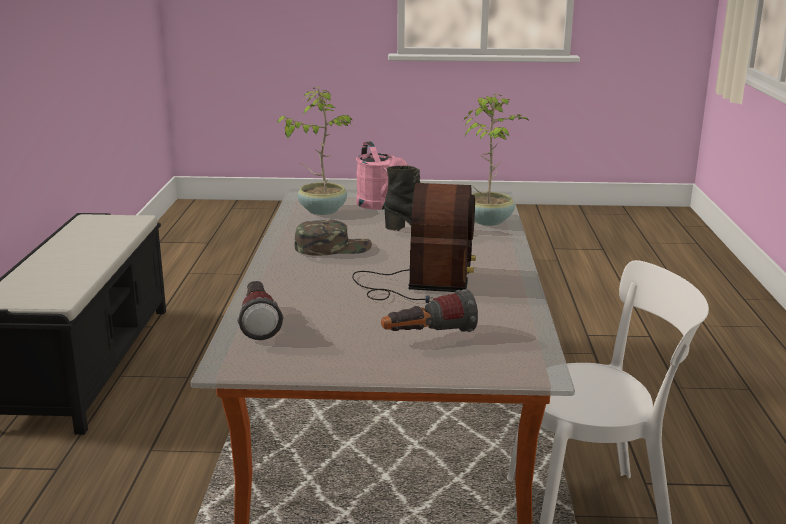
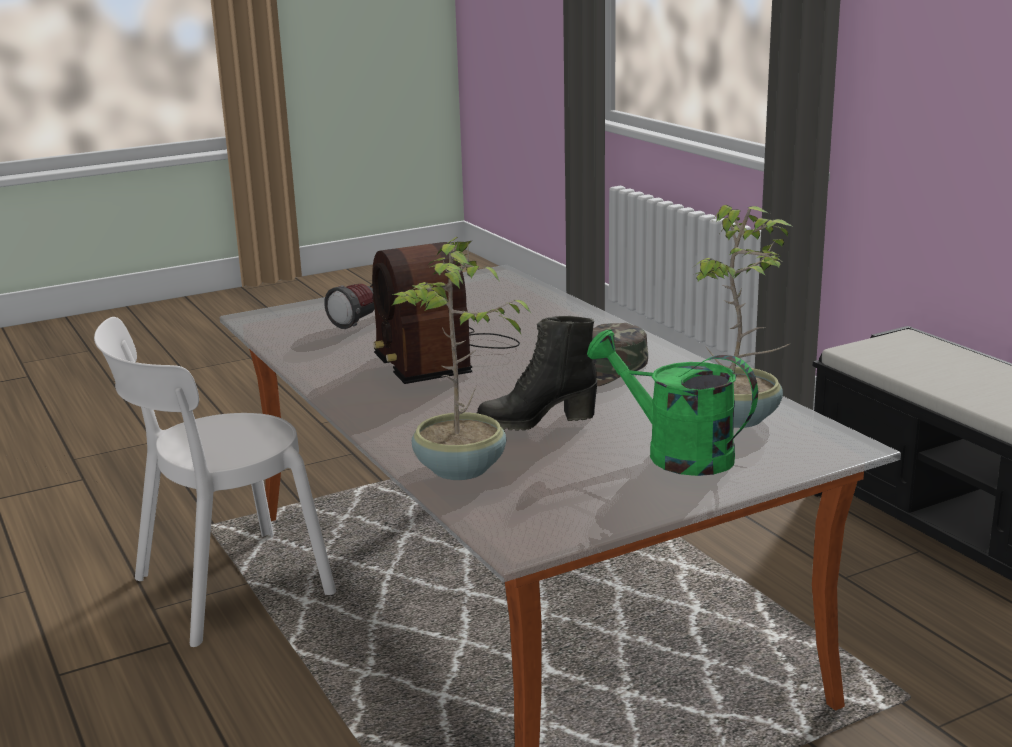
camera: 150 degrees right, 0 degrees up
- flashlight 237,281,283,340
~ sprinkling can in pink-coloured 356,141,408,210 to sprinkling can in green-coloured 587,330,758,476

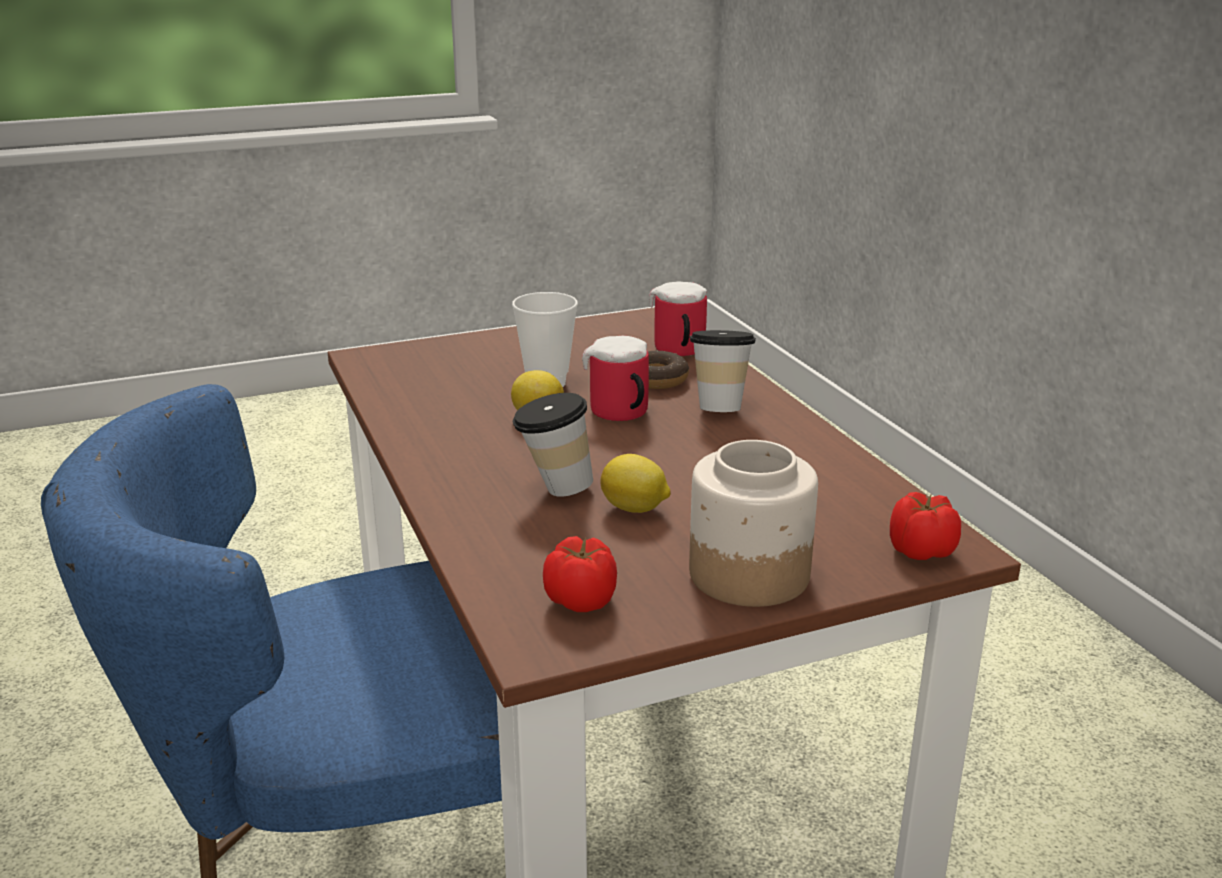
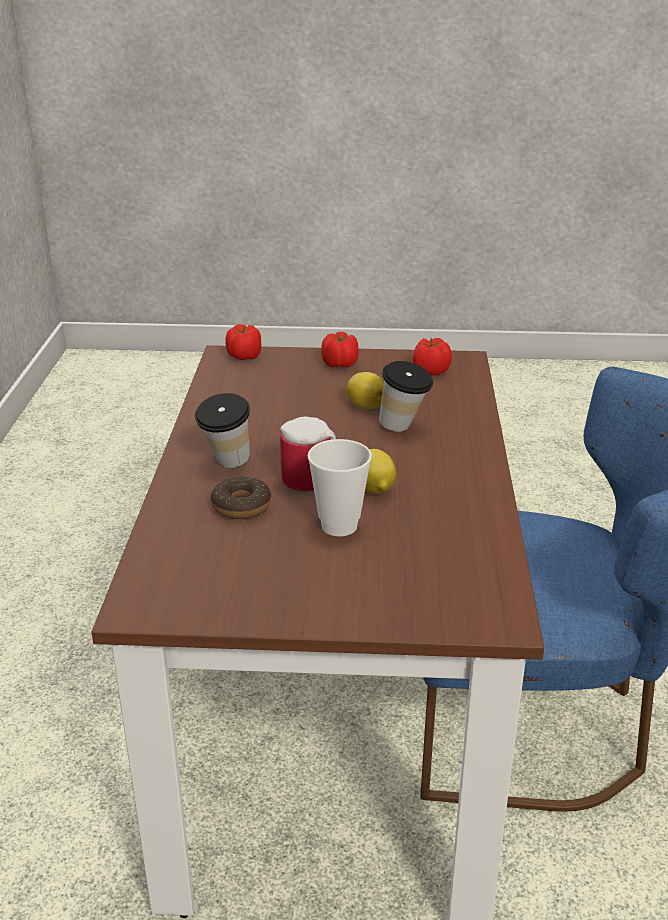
camera: 155 degrees left, 5 degrees up
- tea mug 649,282,707,356
~ storage jar 689,440,818,607 to fresh tomato 321,332,359,368

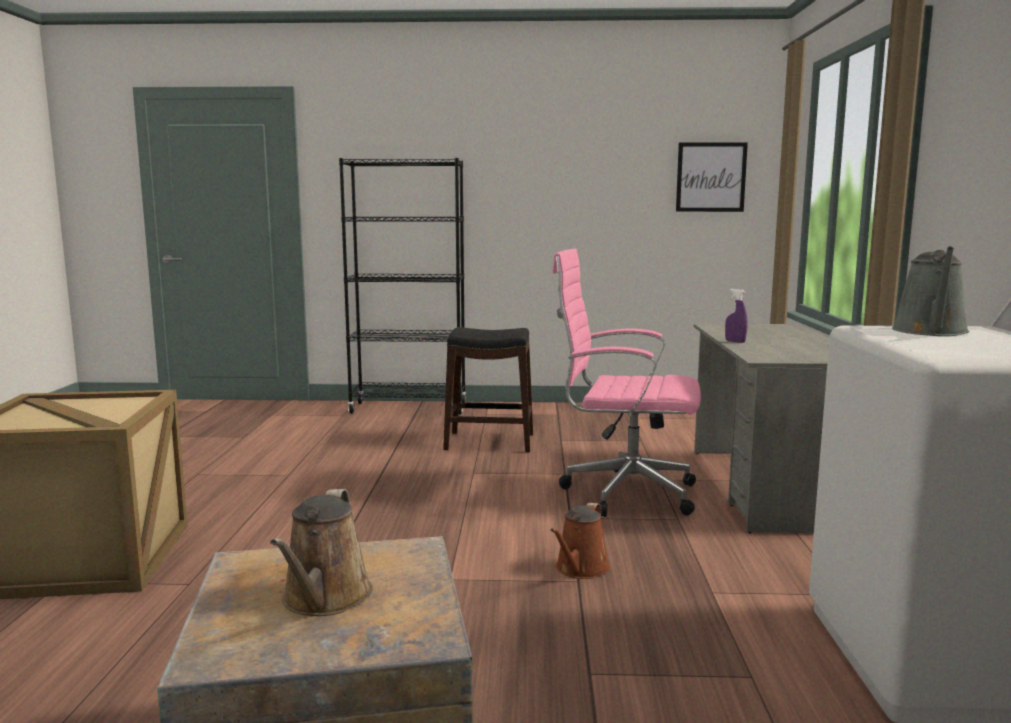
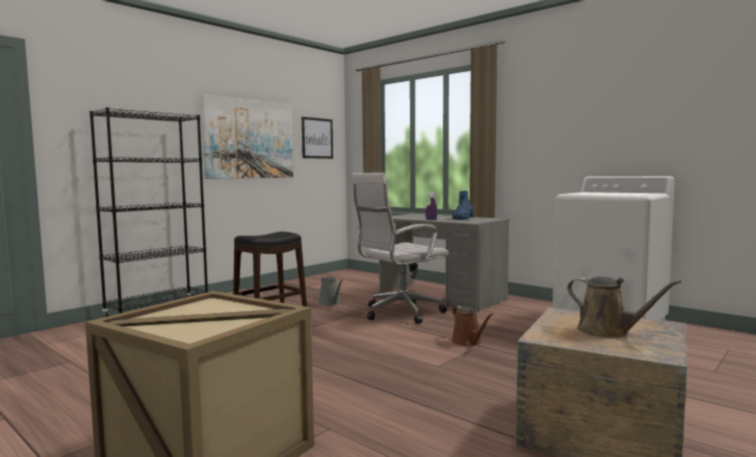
camera: 50 degrees left, 5 degrees down
+ wall picture 201,95,293,179
+ high-top boot in bluish 452,191,474,220
~ sprinkling can in greyish 892,246,970,336 to 318,277,343,306
~ office chair in pink-coloured 552,248,701,517 to office chair in white 351,173,449,324

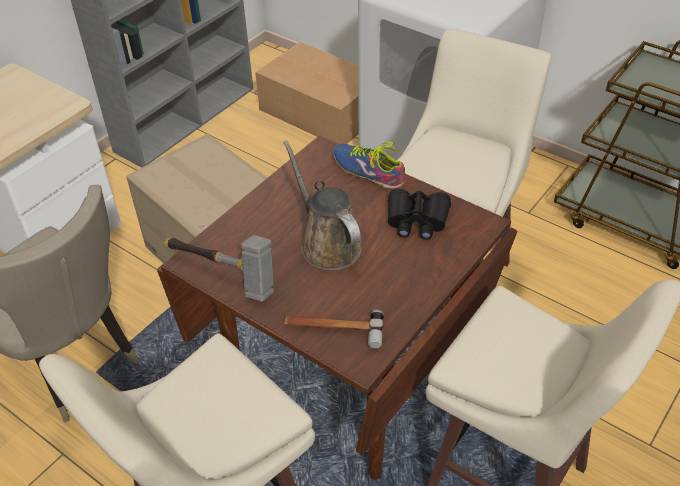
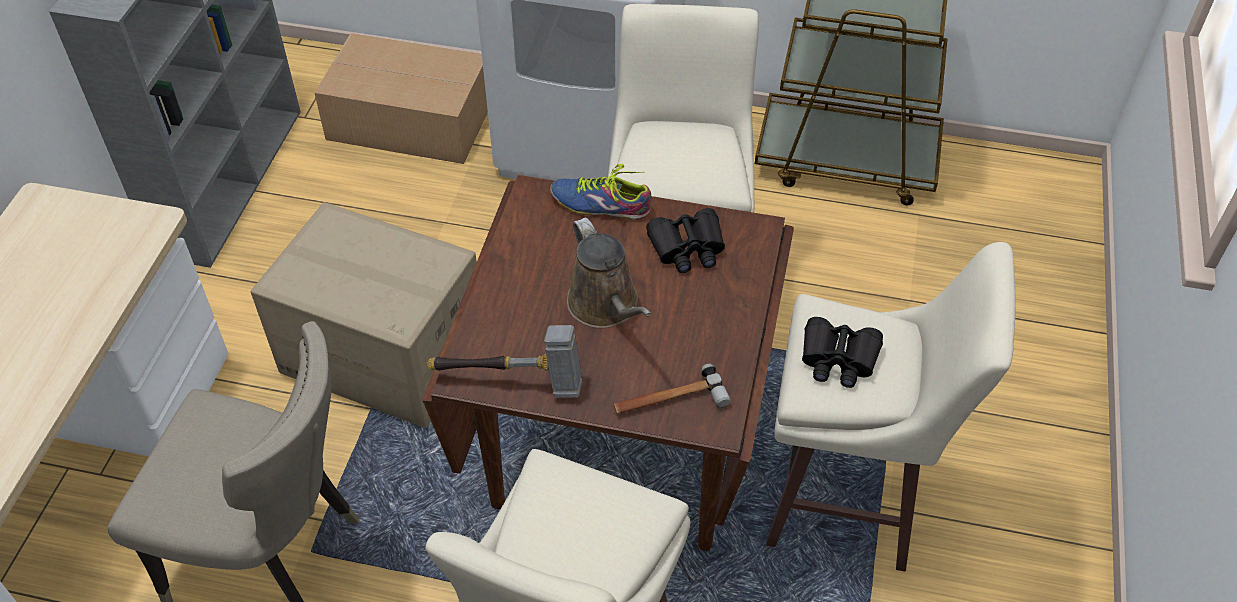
camera: 25 degrees left, 5 degrees up
+ pair of binoculars in blackish 802,317,883,388
~ sprinkling can in brownish 283,140,362,270 = 567,217,651,328 150 degrees counterclockwise

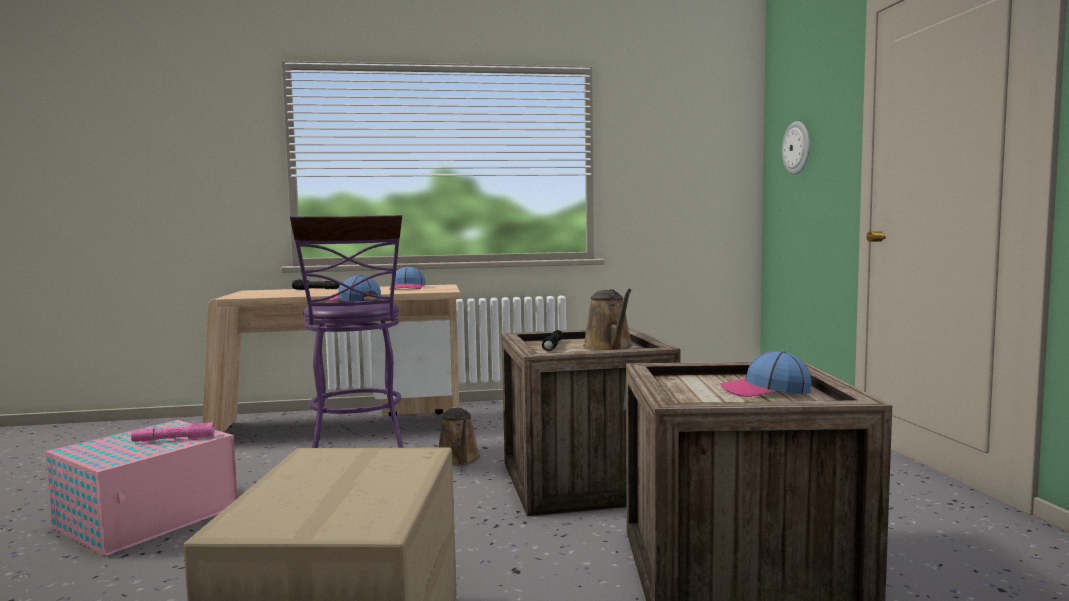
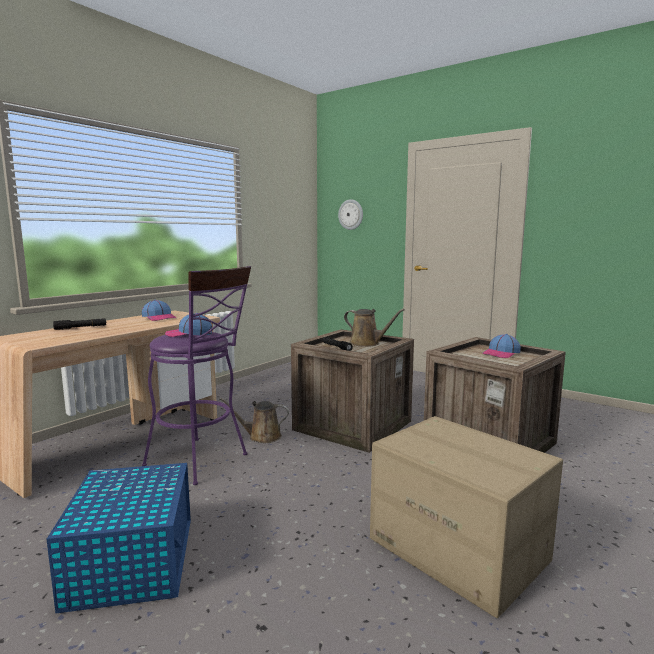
camera: 45 degrees left, 5 degrees up
- flashlight in pink-coloured 131,423,215,442
~ storage container in pink-coloured 45,420,237,556 to storage container in bluish 47,463,191,613
~ sprinkling can in brownish 439,407,480,466 = 219,398,289,443 150 degrees clockwise

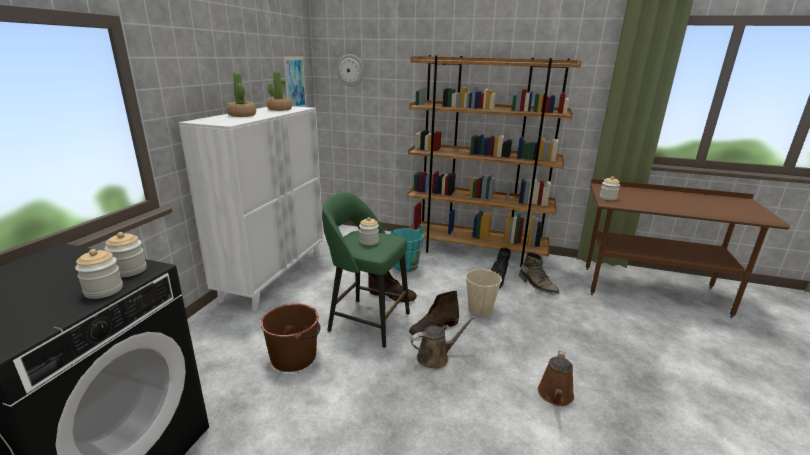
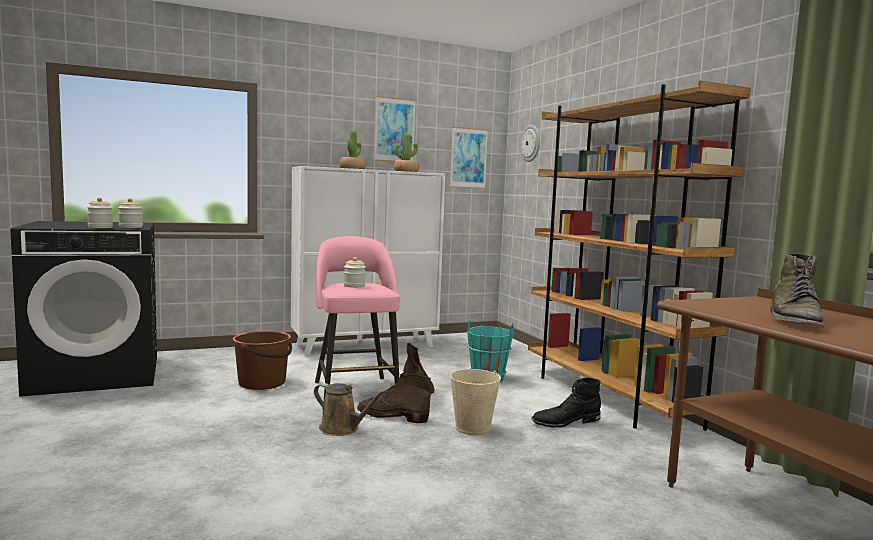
camera: 50 degrees right, 15 degrees down
- sprinkling can in brownish 538,350,574,406
- storage jar 600,176,620,200
+ wall picture 374,96,416,162
~ high-top boot in green-coloured 519,252,559,294 to 770,253,824,328
~ sitting stool in green-coloured 322,193,410,348 to sitting stool in pink-coloured 315,236,400,401

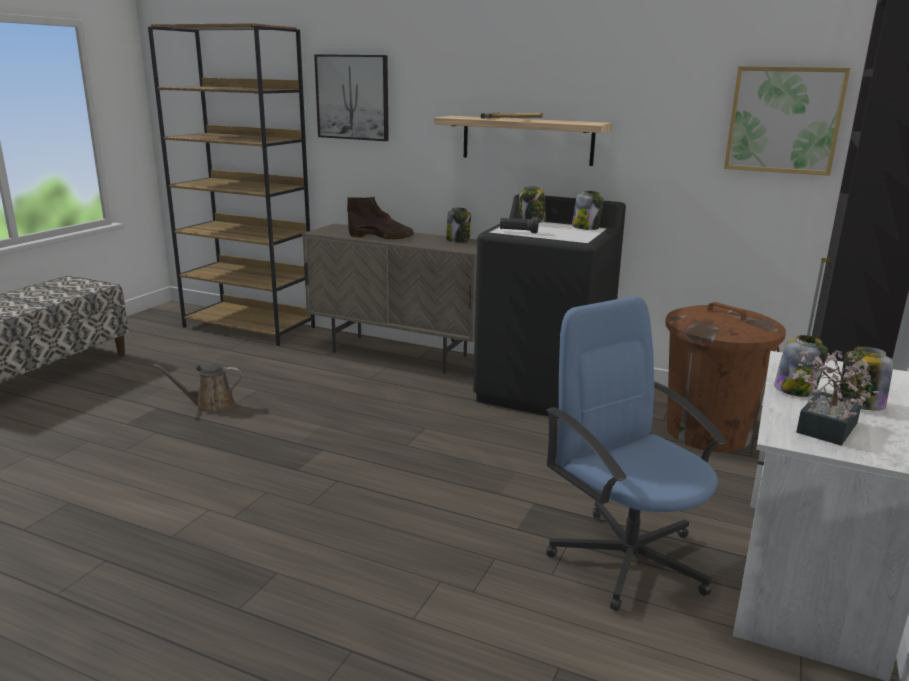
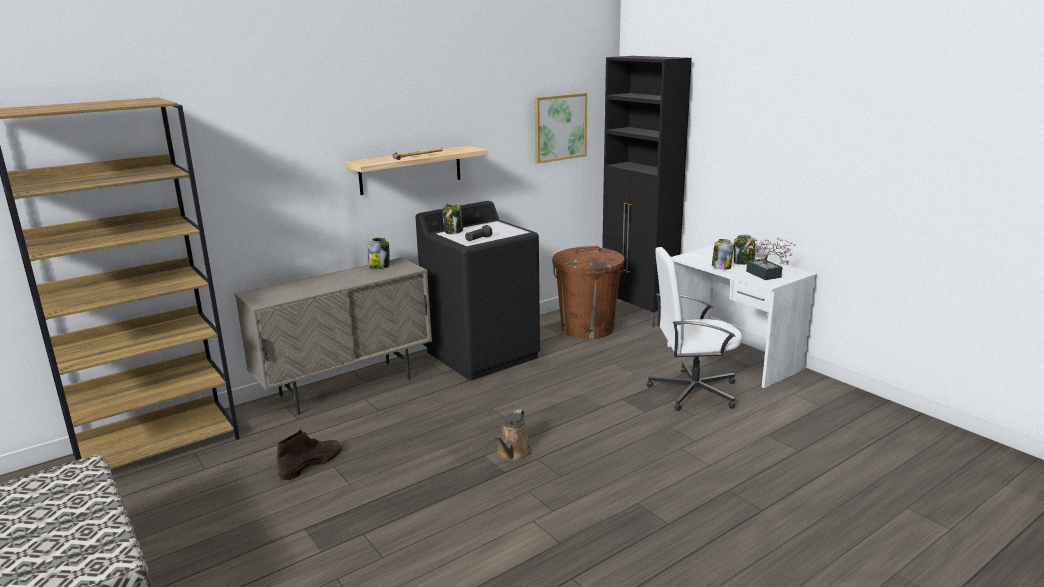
camera: 60 degrees left, 0 degrees up
- wall picture 314,54,389,141
- storage jar 572,191,603,230
~ sprinkling can in brownish 154,364,242,413 to 495,409,532,461
~ high-top boot in brownish 347,197,414,240 to 277,429,342,480
~ office chair in bluish 546,296,727,611 to office chair in white 647,247,742,411

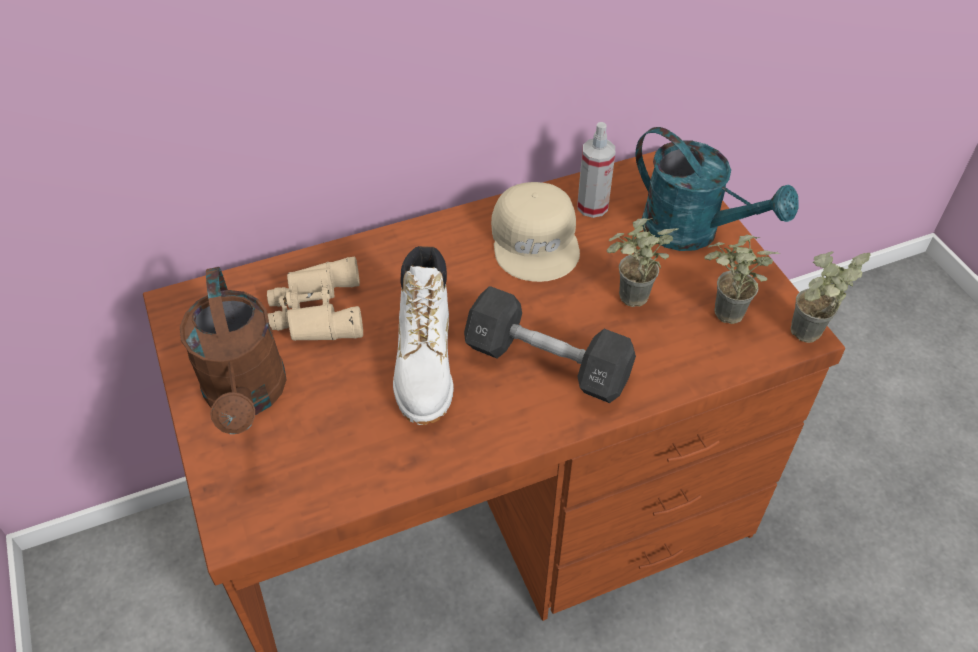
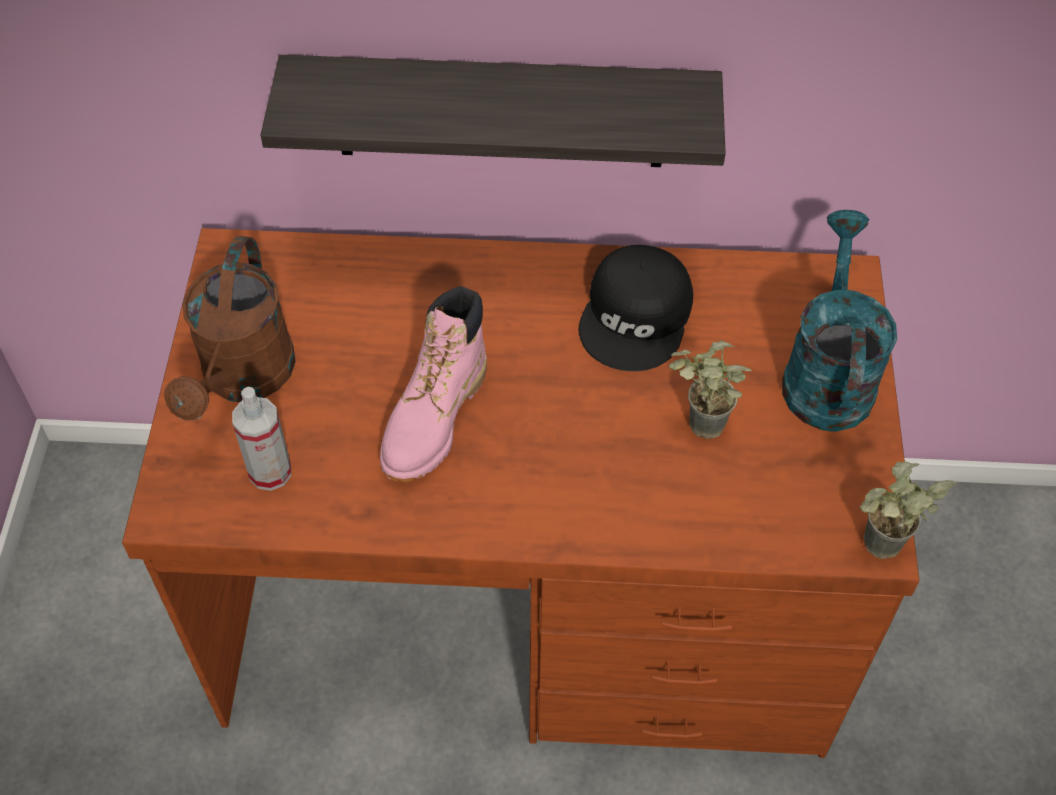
camera: 25 degrees right, 5 degrees up
- pair of binoculars in beige 267,257,363,341
- free weight in blackish 464,286,636,403
- potted plant 704,235,780,324
+ wall shelf 261,55,726,167
~ spray bottle 577,122,615,218 to 232,387,292,491
~ high-top boot in white 393,246,454,425 to high-top boot in pink-coloured 380,286,487,482
~ peaked cap in beige 491,182,580,282 to peaked cap in blackish 579,245,693,371
~ sprinkling can in turquoise 636,127,799,251 = 782,210,897,431 150 degrees counterclockwise

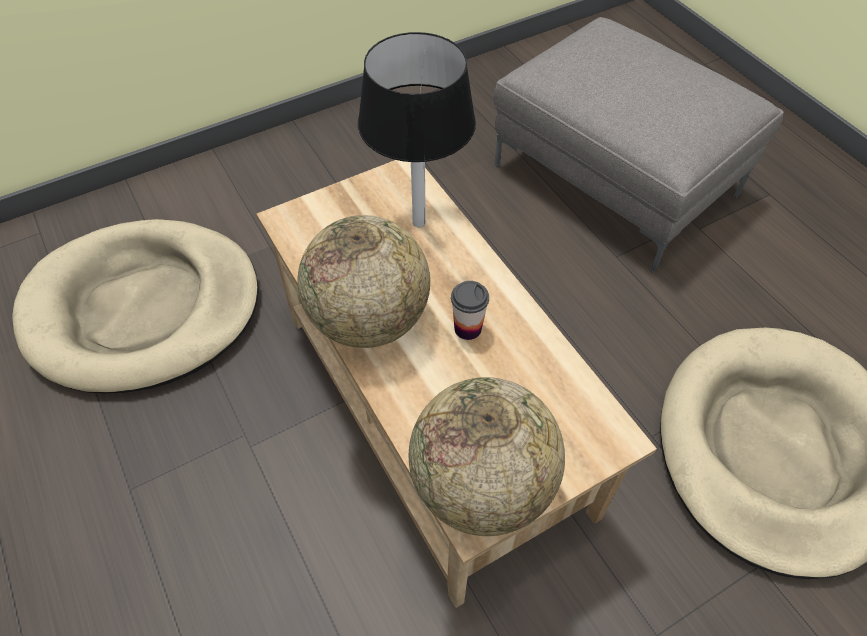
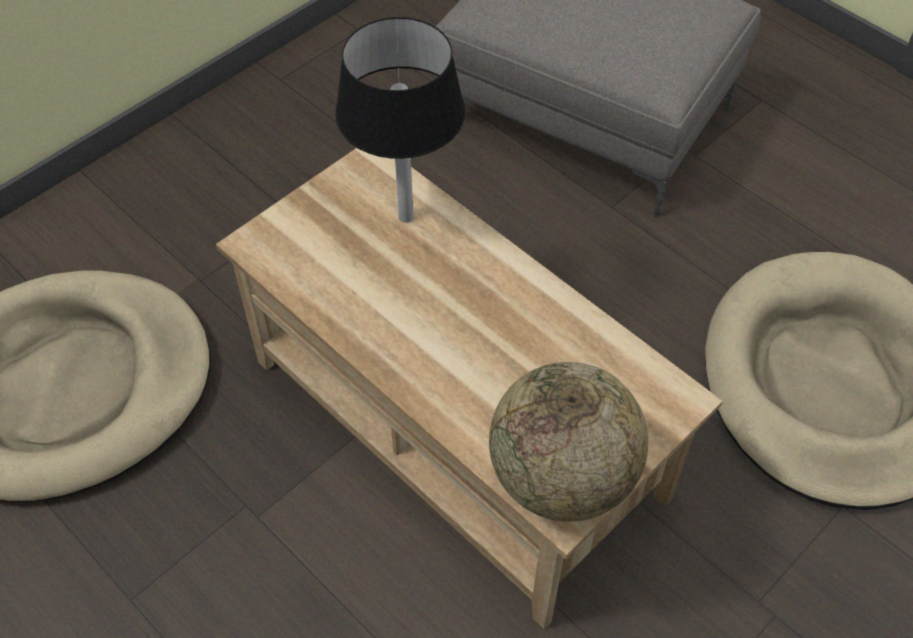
camera: 15 degrees left, 0 degrees up
- desk globe 297,215,430,348
- small cup 451,281,489,340

